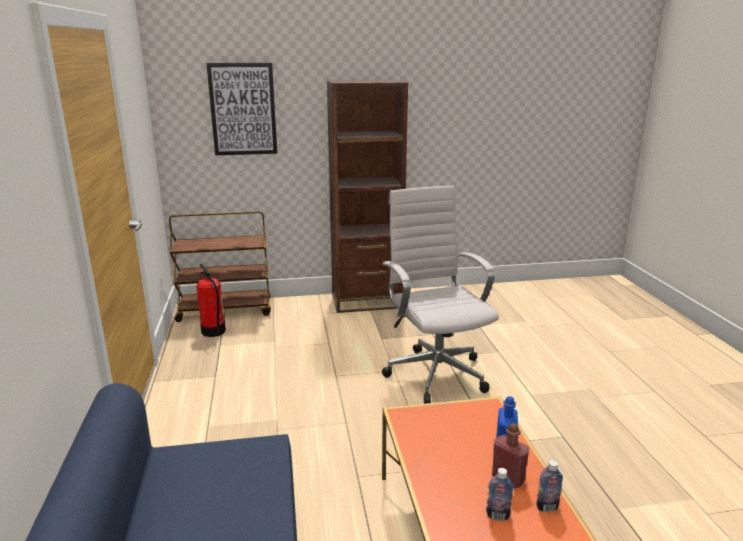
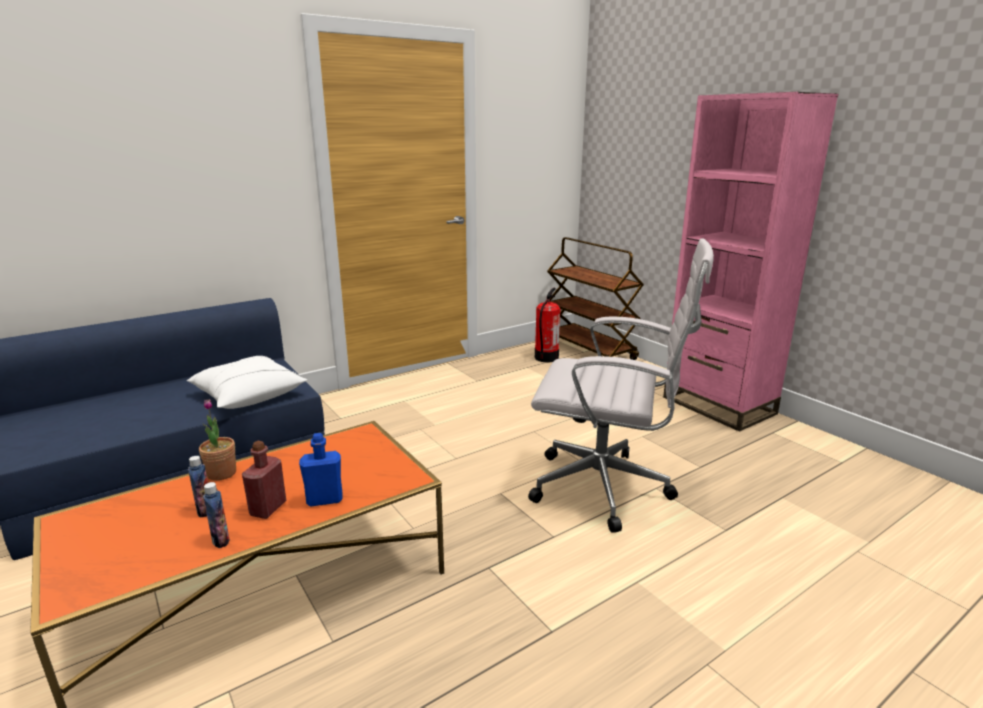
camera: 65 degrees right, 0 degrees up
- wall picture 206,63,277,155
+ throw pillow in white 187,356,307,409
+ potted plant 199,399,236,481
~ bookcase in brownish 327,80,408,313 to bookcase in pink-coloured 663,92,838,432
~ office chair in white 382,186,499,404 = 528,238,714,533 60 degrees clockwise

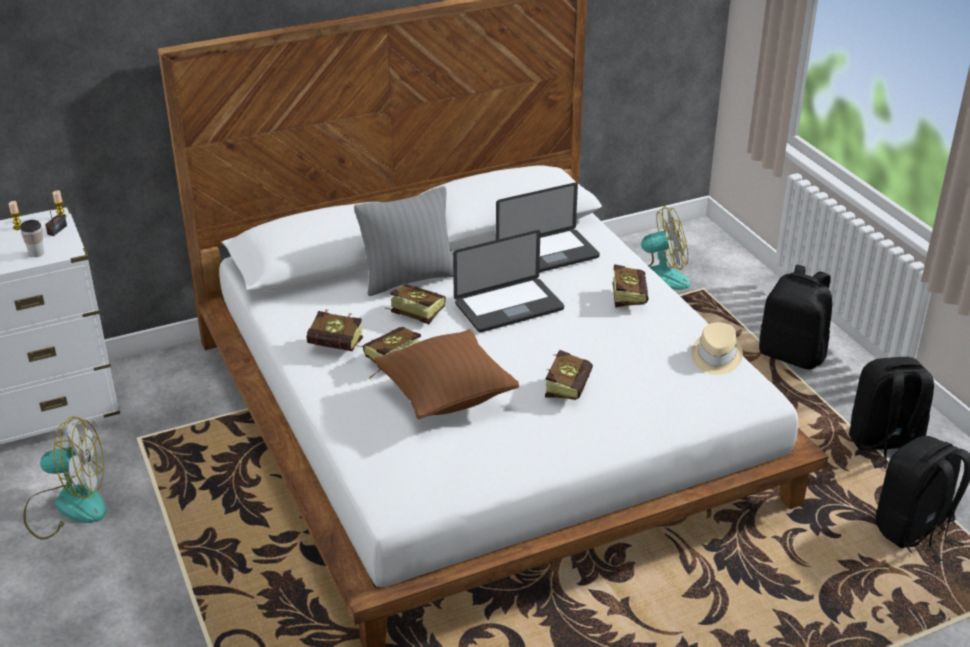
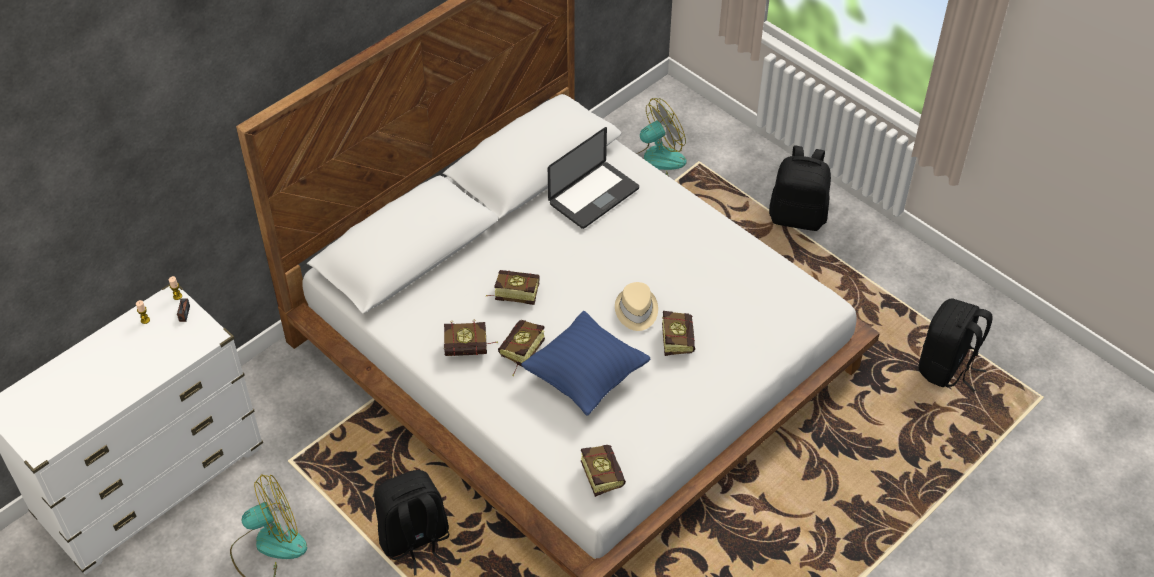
camera: 20 degrees left, 15 degrees up
- small cup 20,220,44,257
- throw pillow in greyish 354,186,454,296
- notebook computer 453,230,564,332
~ volume 613,264,649,308 to 581,445,626,497
~ clothing hat in beige 691,322,743,375 to 615,282,658,331
~ knapsack in blackish 849,357,934,469 to 374,470,450,576
~ throw pillow in brownish 374,329,519,419 to throw pillow in bluish 521,311,651,416

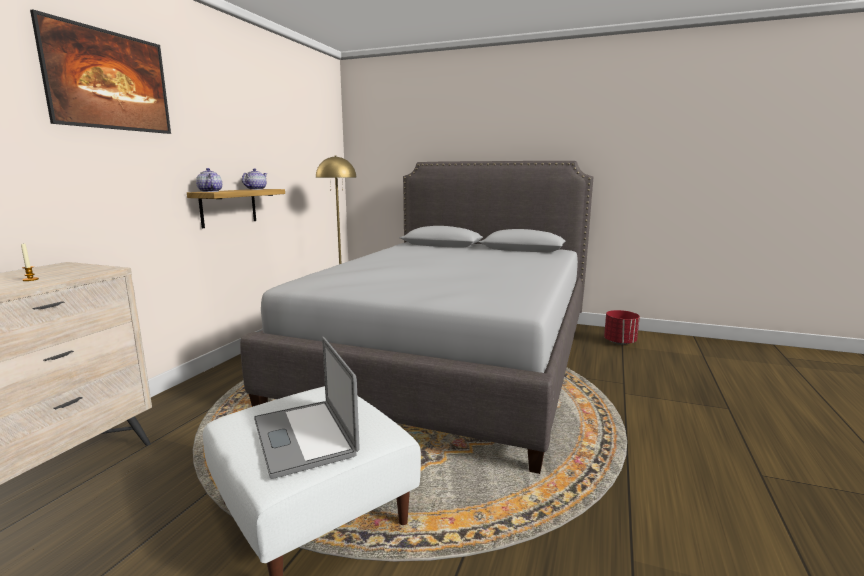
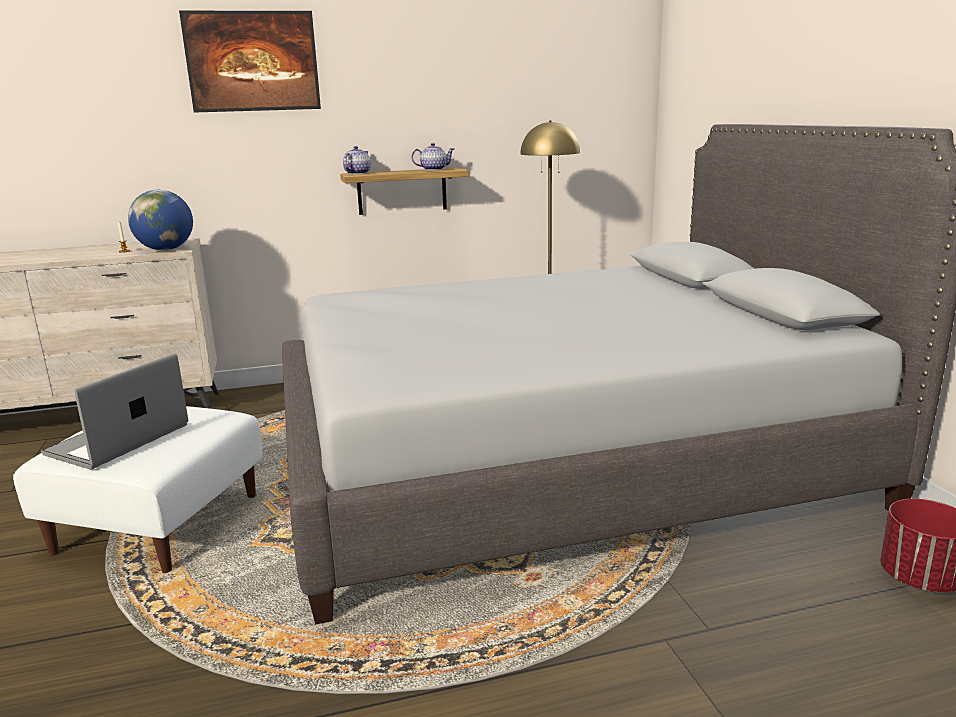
camera: 55 degrees right, 5 degrees up
+ desk globe 128,190,193,250

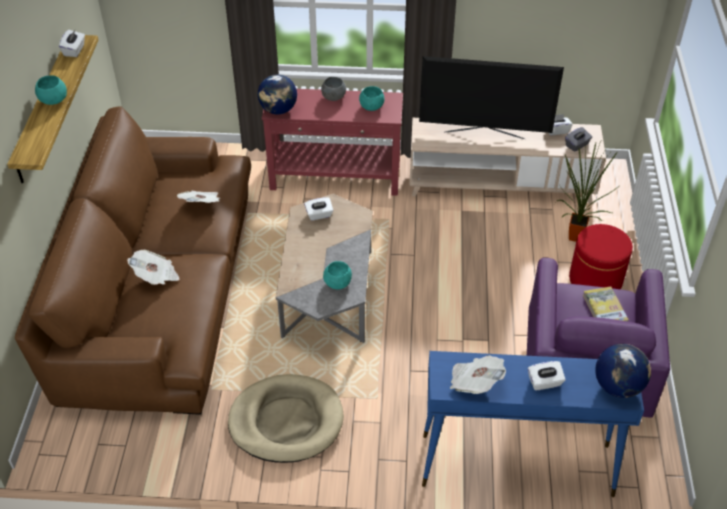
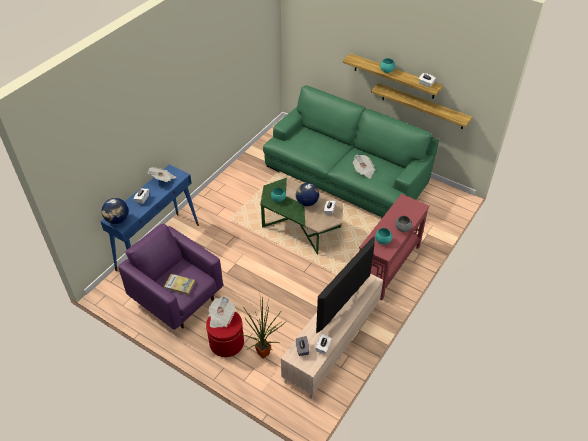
camera: 120 degrees right, 0 degrees up
- dog cushion in beige 228,374,344,463
+ wall shelf 371,83,472,129
~ printed paper 127,250,180,285 to 208,296,235,328
~ desk globe 258,74,297,114 to 296,183,319,206
~ settee in brownish 15,107,251,415 to settee in green-coloured 263,85,439,218
~ low table in greyish 275,194,373,343 to low table in green-coloured 260,178,343,255

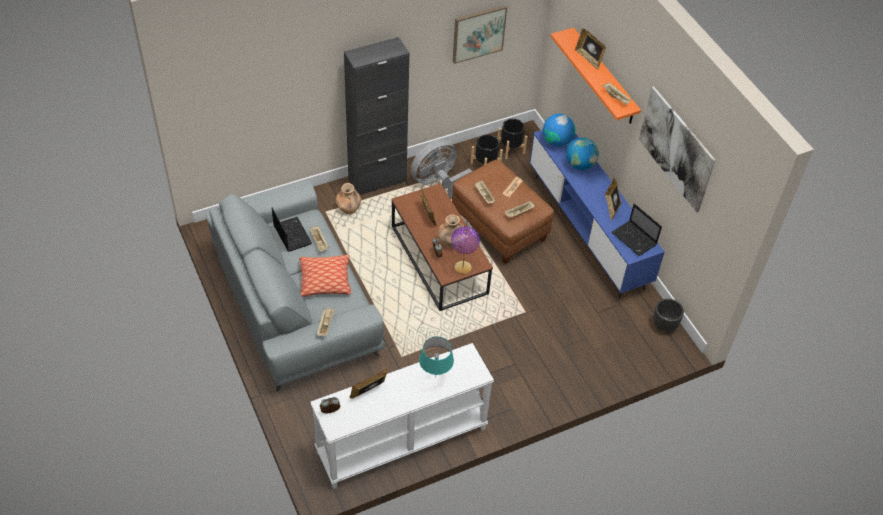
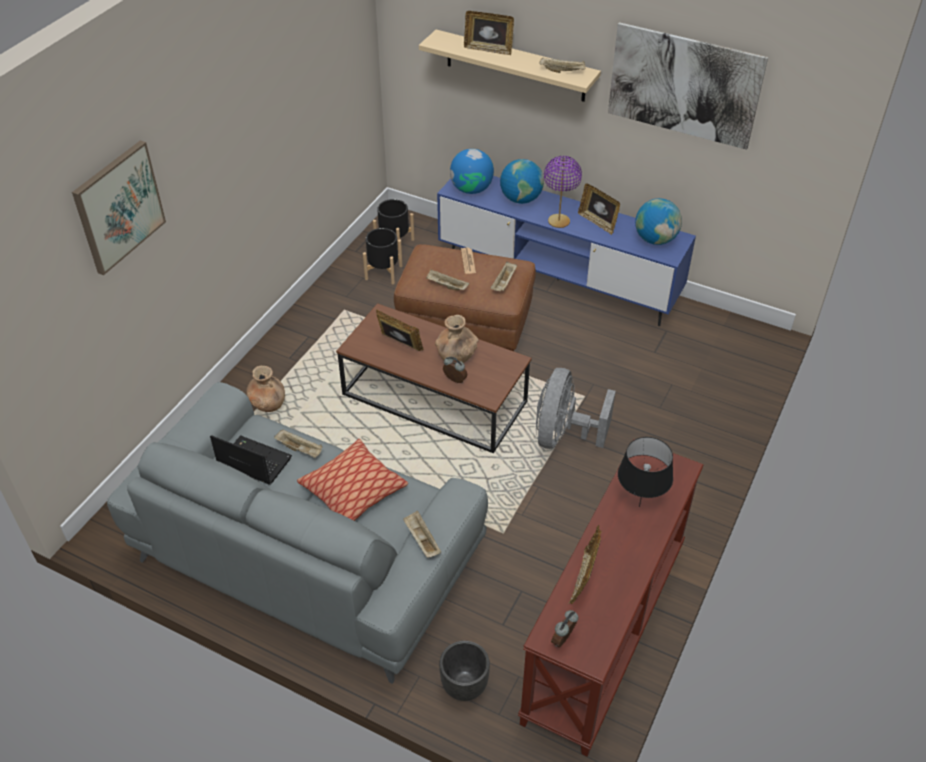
camera: 35 degrees left, 5 degrees down
- cabinet in blackish 344,37,409,195
~ fan in greyish 411,139,472,199 to 536,368,616,449
~ tabletop lamp in purple 451,226,480,274 to 544,156,582,228
~ wall picture 453,5,507,64 to 72,141,166,275
~ plant pot in blackish 653,299,684,332 to 439,641,490,701
~ notebook computer 612,203,662,256 to desk globe 635,198,682,245
~ narrow table in white 311,343,494,489 to narrow table in brownish 518,439,704,756
~ tabletop lamp in turquoise 419,336,454,378 to tabletop lamp in blackish 618,437,673,507
~ wall shelf in orange 551,27,641,124 to wall shelf in beige 419,30,601,102

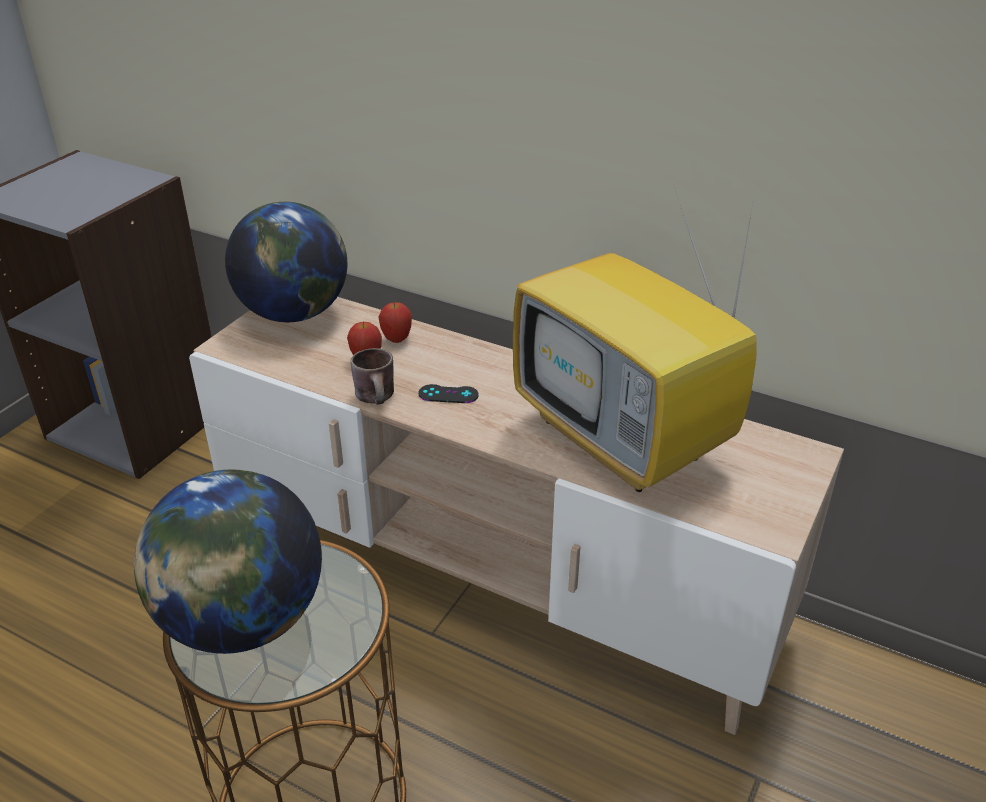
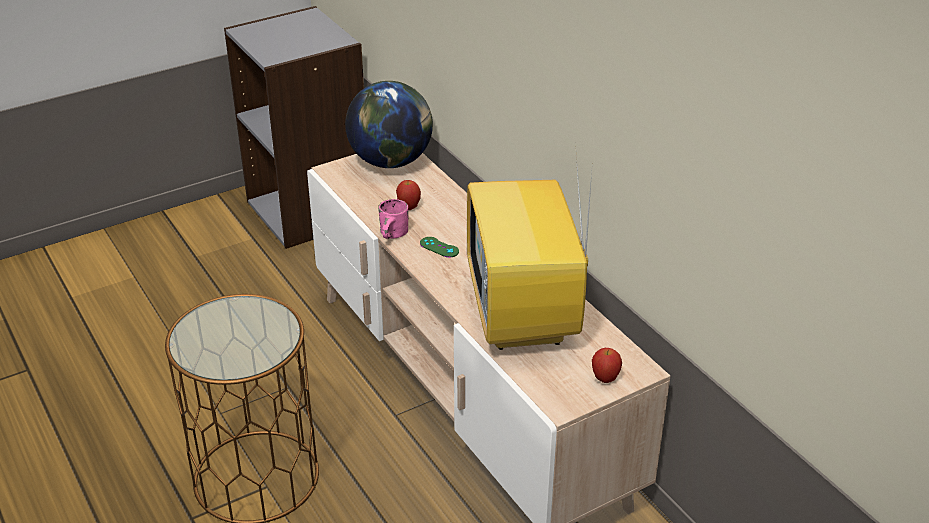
camera: 30 degrees right, 0 degrees up
- desk globe 134,469,322,654
~ whole apple 379,302,412,343 to 592,348,622,383
~ tea mug in brownish 350,348,394,405 to tea mug in pink-coloured 378,199,408,239
~ joypad in blackish 418,384,479,403 to joypad in green-coloured 420,237,459,258

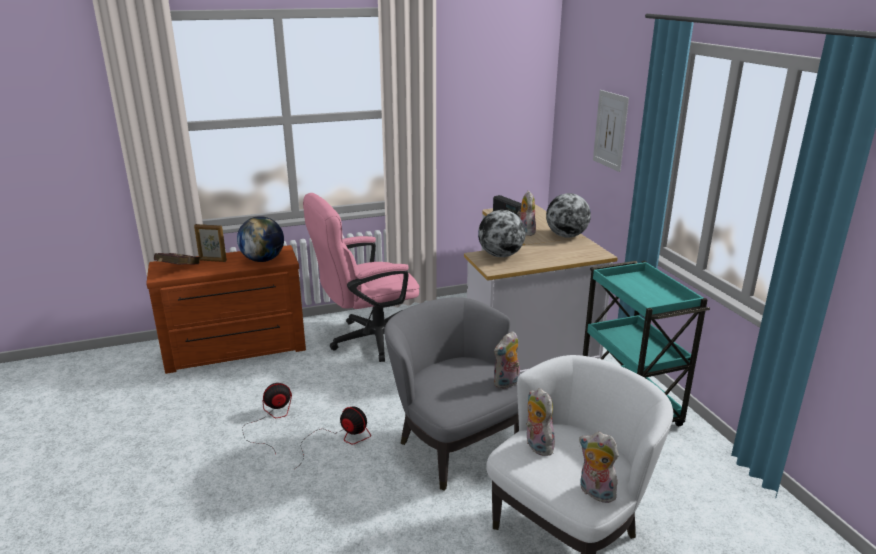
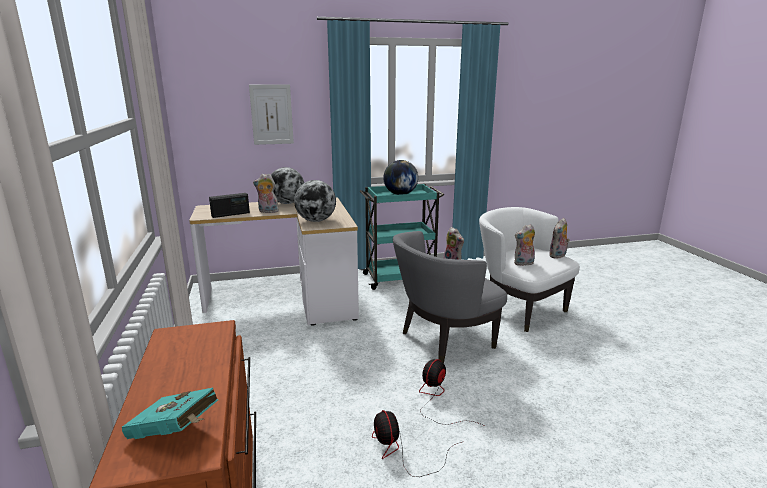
camera: 85 degrees left, 5 degrees down
- picture frame 194,224,227,262
- office chair in pink-coloured 303,193,420,362
~ desk globe 237,216,284,262 to 383,160,418,195
~ volume in reddish 154,253,200,265 to volume in turquoise 122,388,218,439

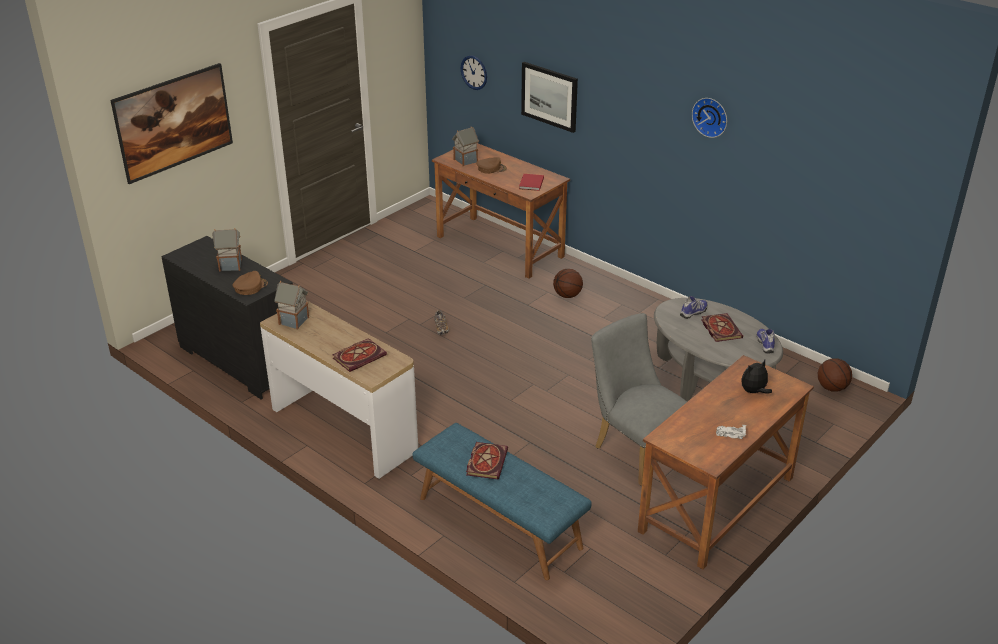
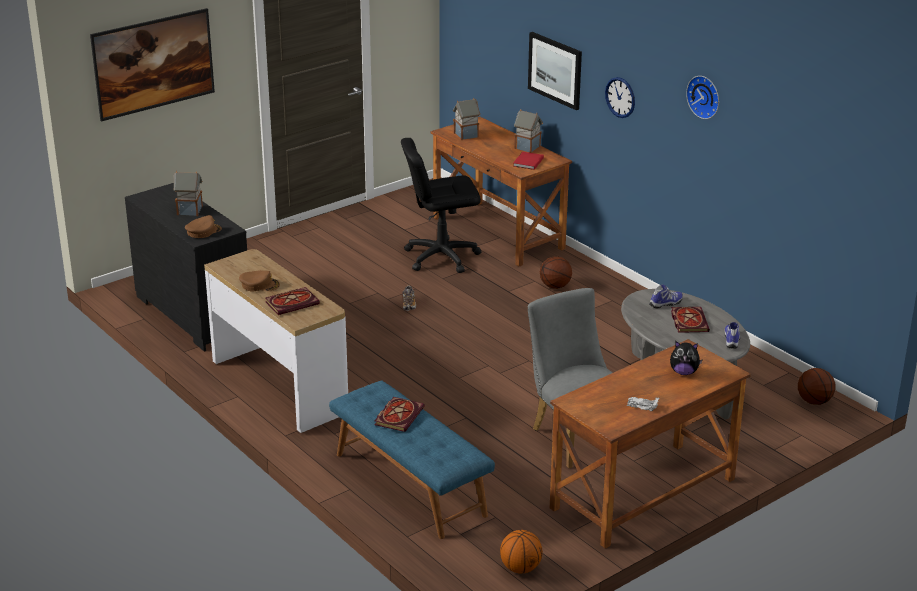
camera: 10 degrees right, 5 degrees down
+ office chair in blackish 401,138,481,273
+ basketball 500,530,543,574
~ miniature house 274,281,309,329 to 514,109,543,153
~ clock on the wall 460,55,487,90 to 605,77,635,118
~ peaked cap in brownish 476,157,507,174 to 239,270,280,291
~ cuddly toy 742,360,772,393 = 670,341,703,375 150 degrees counterclockwise

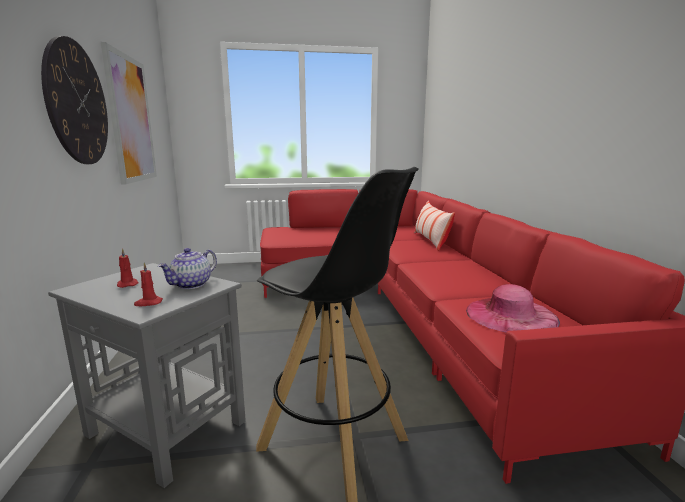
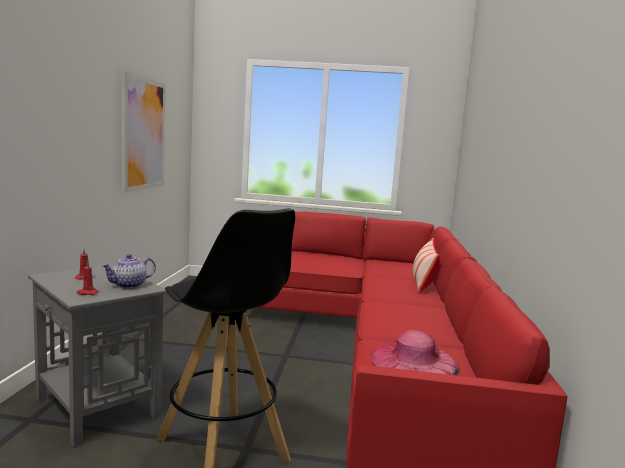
camera: 15 degrees right, 5 degrees down
- clock on the wall 41,36,108,164

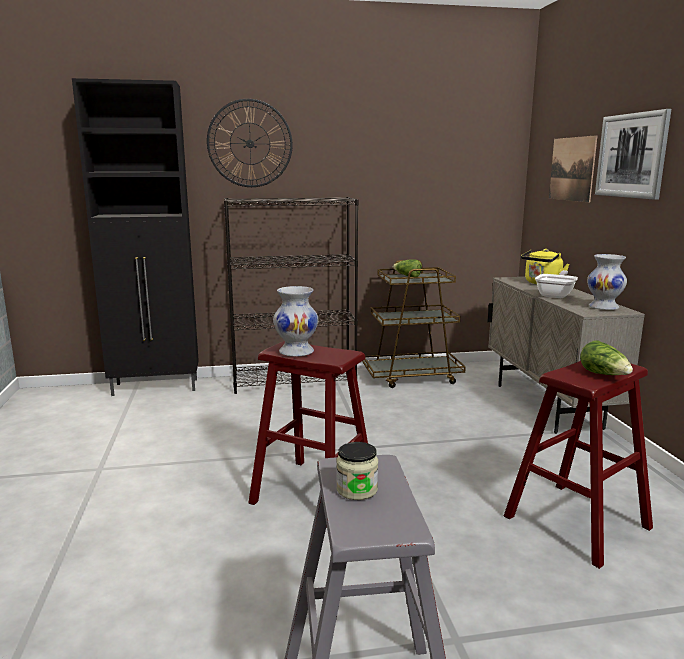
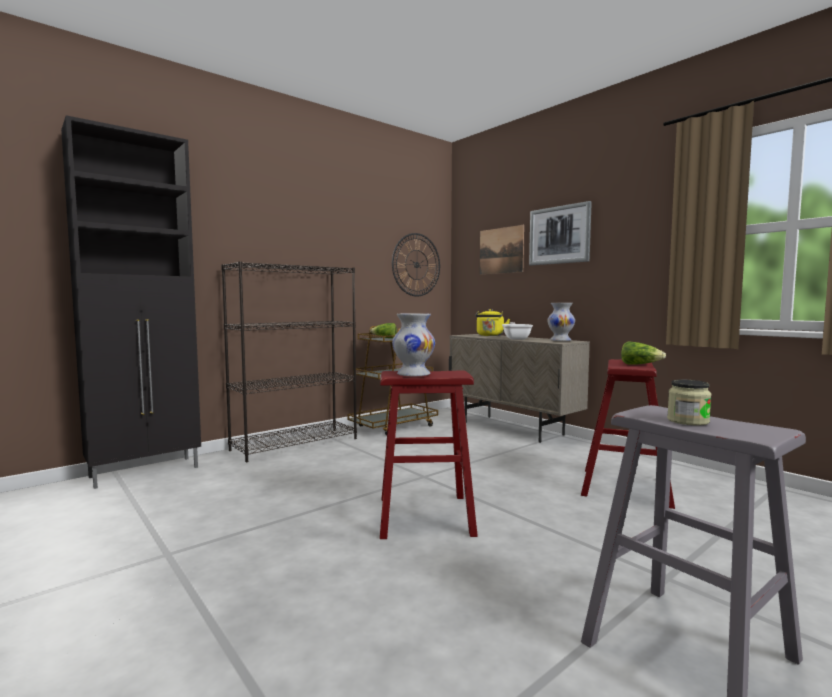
camera: 30 degrees left, 10 degrees down
~ clock on the wall 207,99,293,187 to 392,233,440,297

